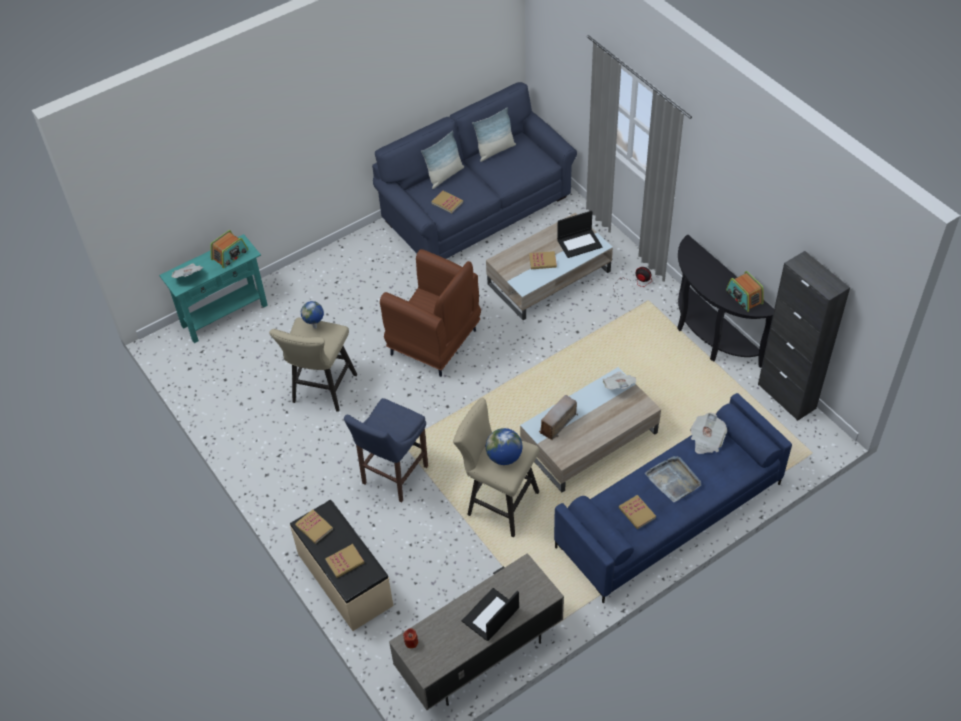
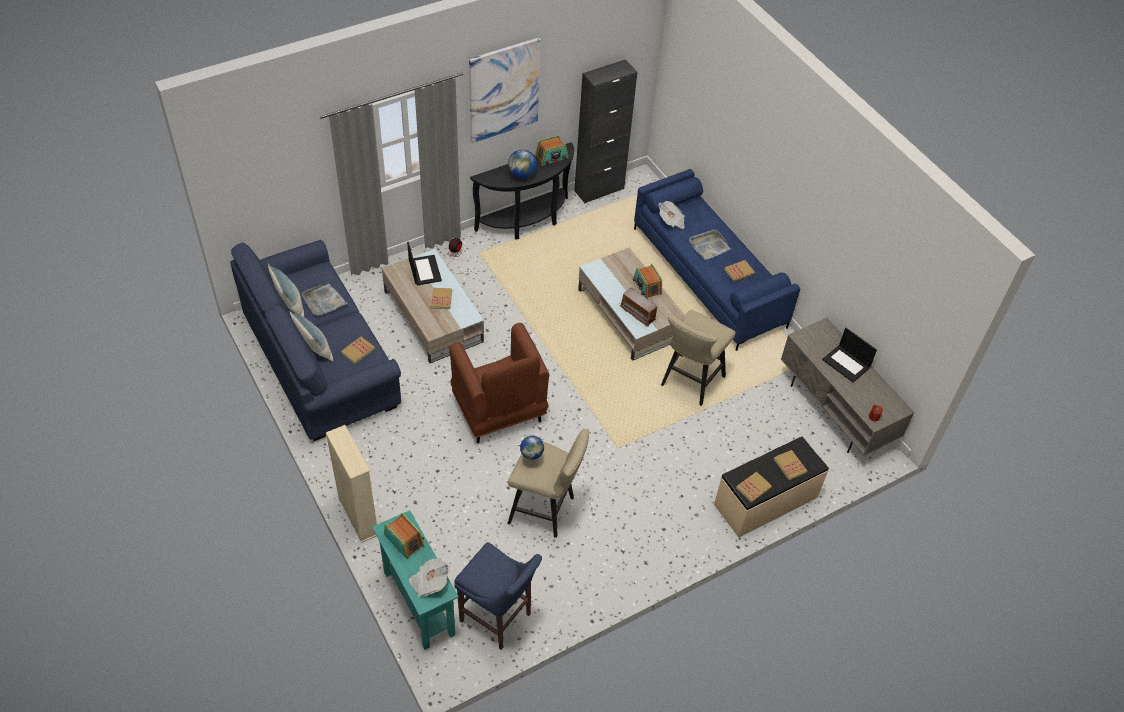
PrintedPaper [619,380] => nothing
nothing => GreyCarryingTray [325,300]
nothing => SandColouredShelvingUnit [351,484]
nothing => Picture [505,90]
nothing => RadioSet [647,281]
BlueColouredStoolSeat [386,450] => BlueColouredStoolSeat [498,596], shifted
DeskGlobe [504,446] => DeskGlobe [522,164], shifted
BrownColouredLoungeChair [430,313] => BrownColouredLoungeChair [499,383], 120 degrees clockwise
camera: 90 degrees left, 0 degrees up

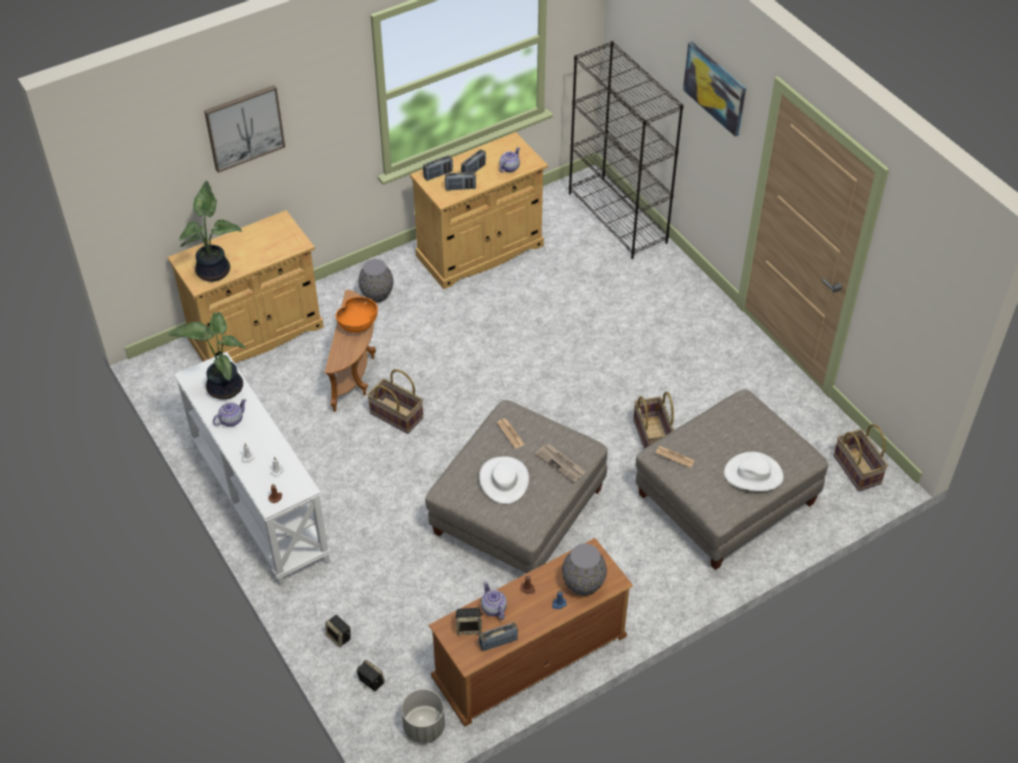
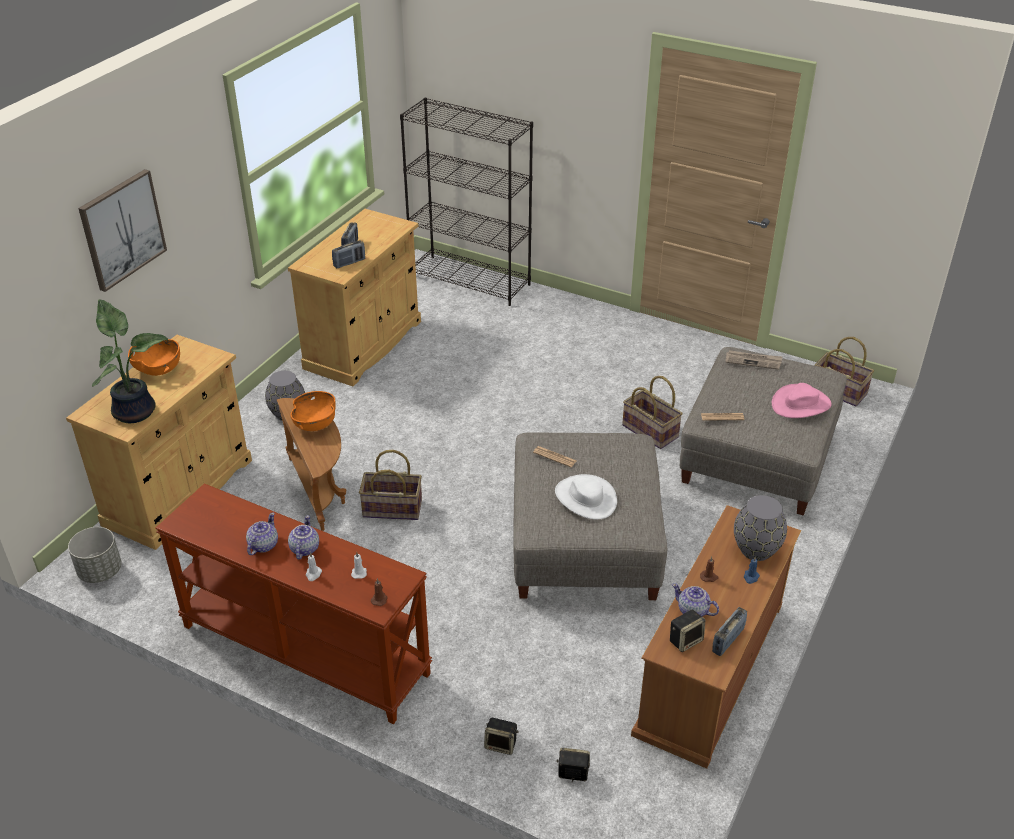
PlantInAPot [207,356] => nothing
RadioSet [438,168] => nothing
Picture [714,89] => nothing
nothing => OrangeDeepDish [154,357]
GreyFlowerPot [423,716] => GreyFlowerPot [95,555], shifted
TeaPot [509,159] => TeaPot [303,537], shifted
PrintedPaper [561,463] => PrintedPaper [754,360], shifted
WhitishHallTable [252,469] => BrownColouredHallTable [293,603]
WhitishHat [754,471] => PinkishHat [801,400]
camera: 30 degrees left, 10 degrees down

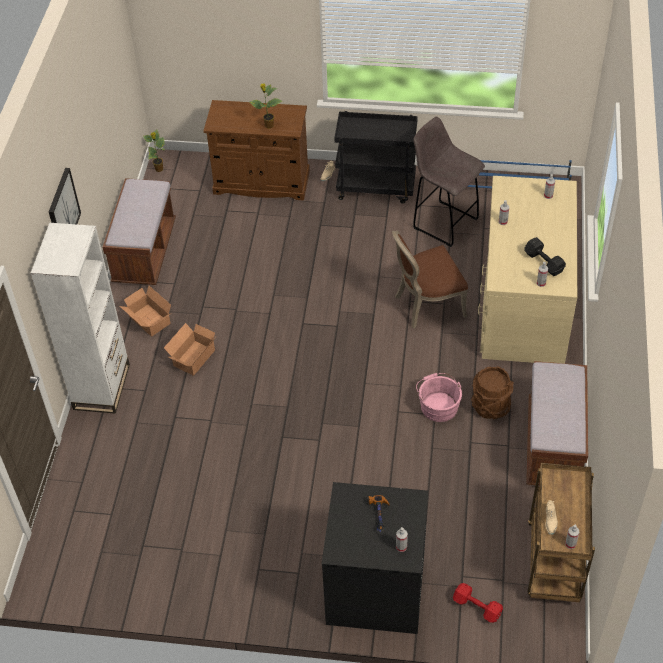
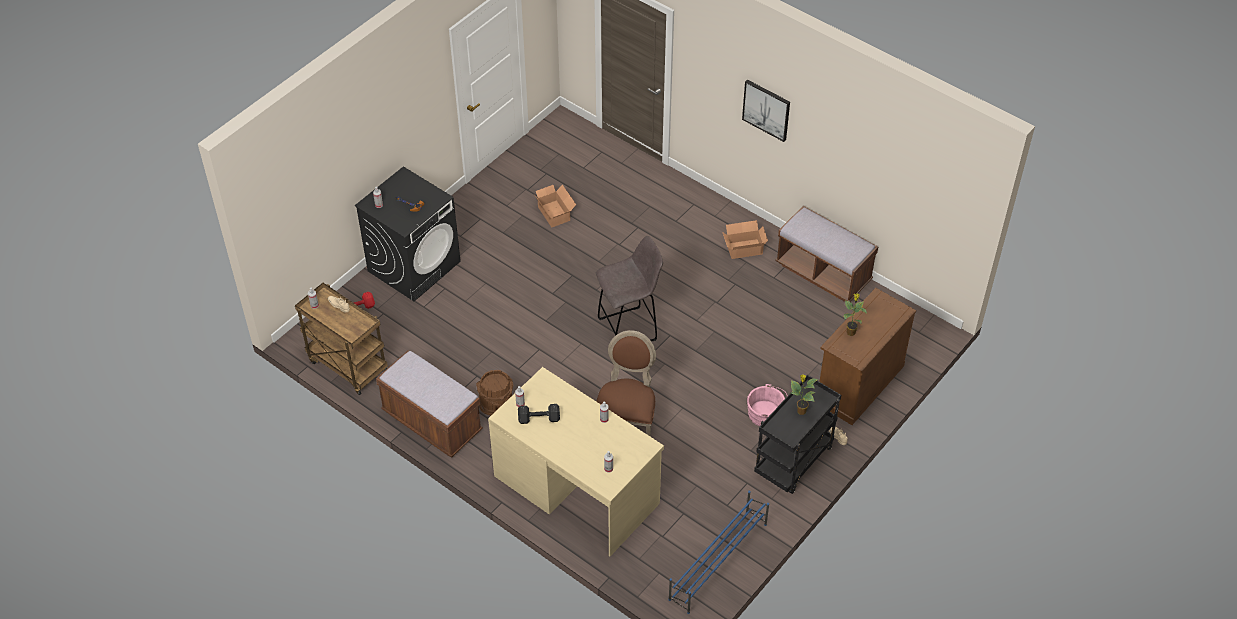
WhitishShelvingUnit [80,318] => nothing
PlantInAPot [154,151] => PlantInAPot [805,394], shifted
CardboardBox [190,349] => CardboardBox [555,206], shifted
GreyStoolSeat [449,182] => GreyStoolSeat [629,289], shifted
PinkishPail [439,397] => PinkishPail [767,405], shifted
camera: 120 degrees right, 0 degrees up

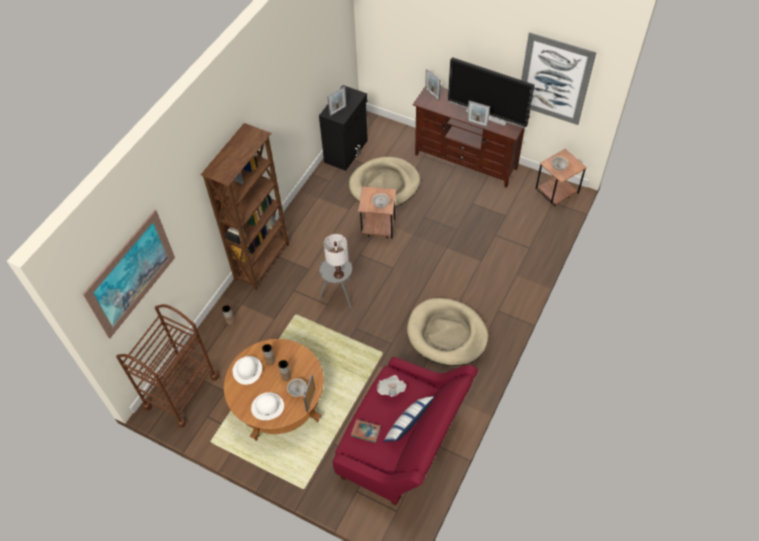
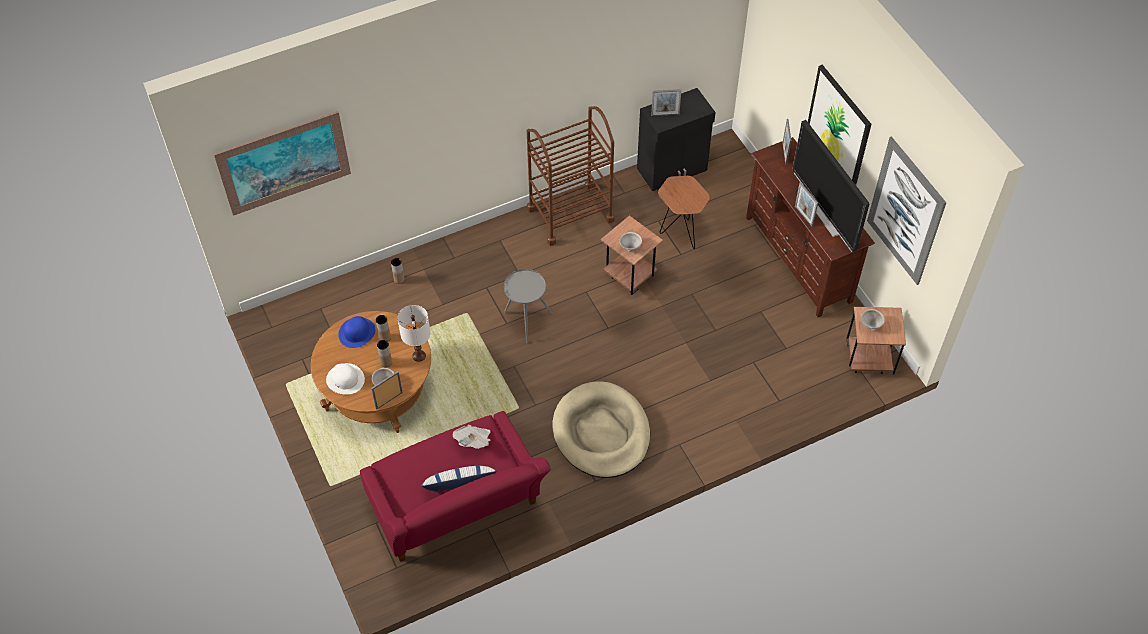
BrownColouredShelvingUnit [245,206] => nothing
Book [366,431] => nothing
nothing => Picture [839,125]
BrownColouredCart [167,366] => BrownColouredCart [571,176], shifted
WhitishLampForATable [336,256] => WhitishLampForATable [414,333], shifted
SandColouredDogBed [384,182] => BrownColouredSideTable [684,212]
WhitishHat [247,370] => BlueColouredHat [356,332]
camera: 35 degrees right, 0 degrees up

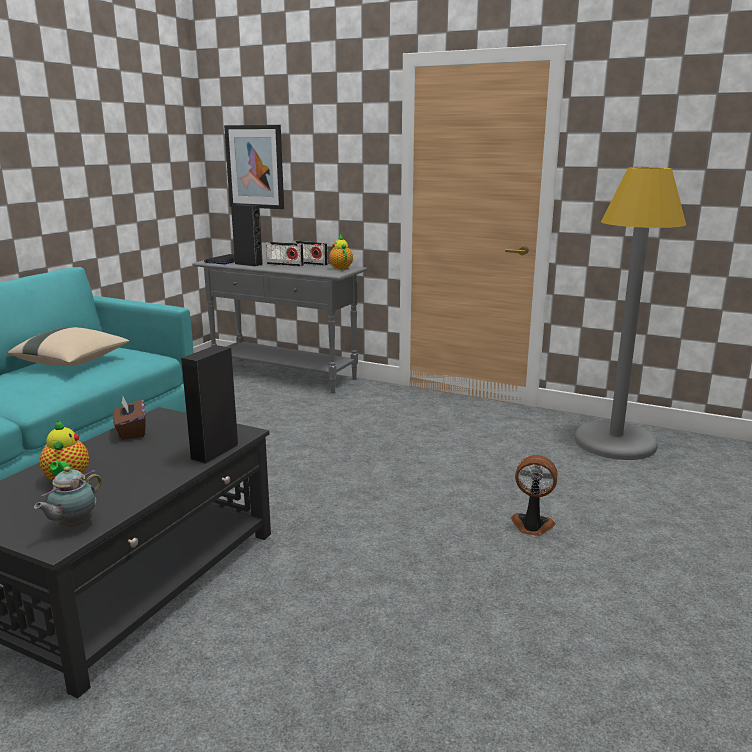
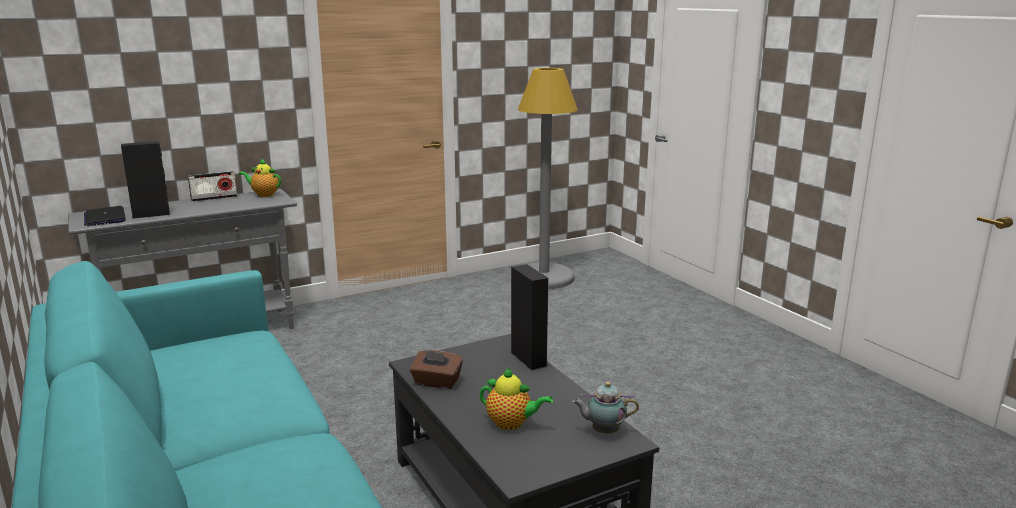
SandColouredPillow [68,346] => nothing
Picture [254,167] => nothing
RadioSet [285,254] => nothing
ElectricFan [534,495] => nothing
TeaPot [68,497] => TeaPot [605,408], 120 degrees clockwise
camera: 55 degrees left, 0 degrees up

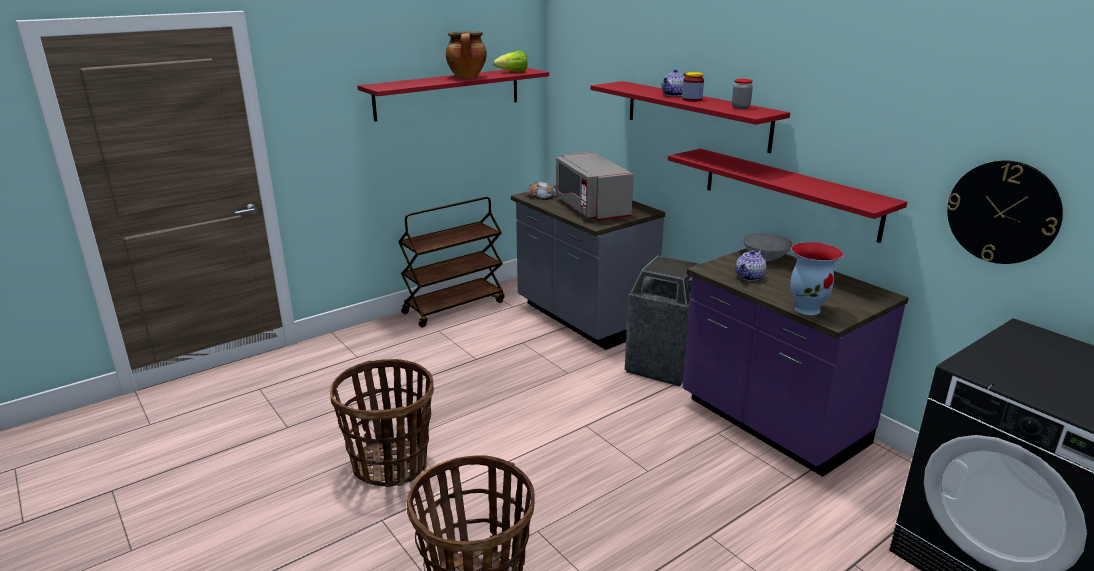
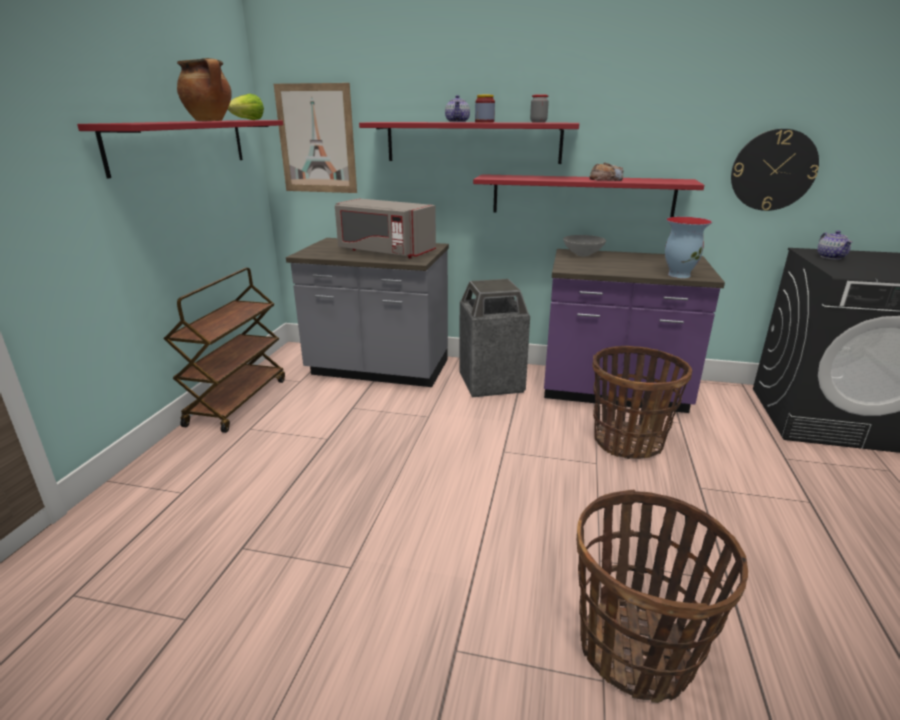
nothing => Picture [315,138]
StorageBasket [382,423] => StorageBasket [642,402], shifted
Bread [541,191] => Bread [606,171], shifted
TeaPot [751,265] => TeaPot [835,245], shifted
camera: 40 degrees left, 0 degrees up

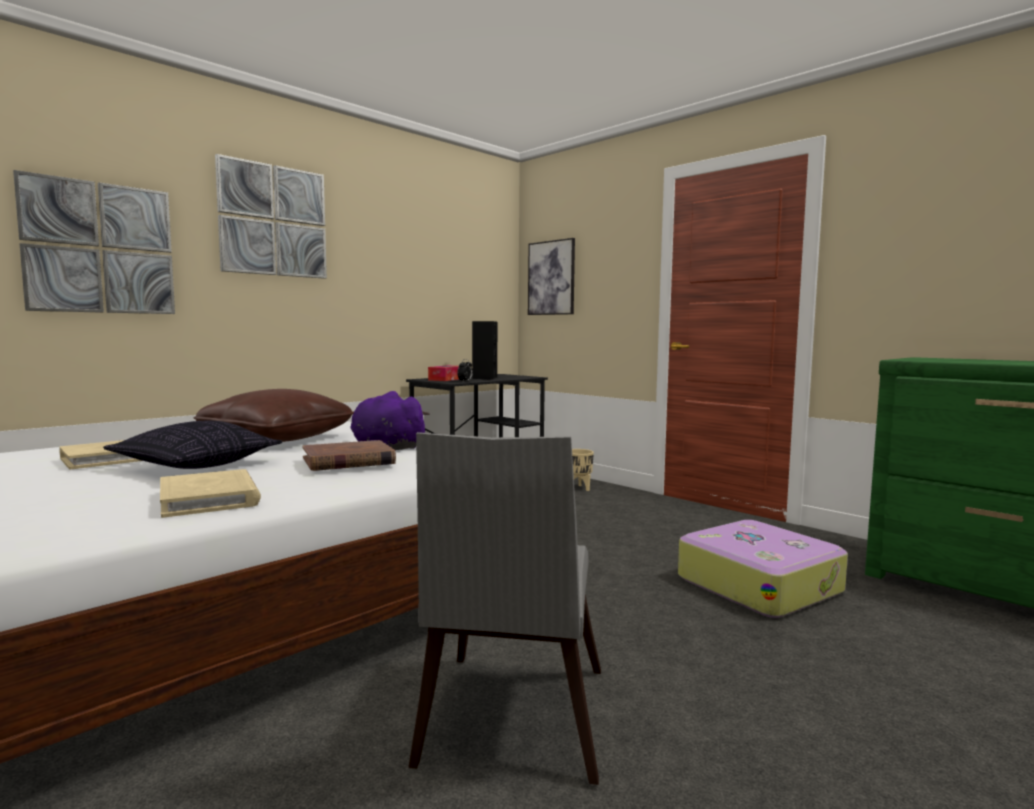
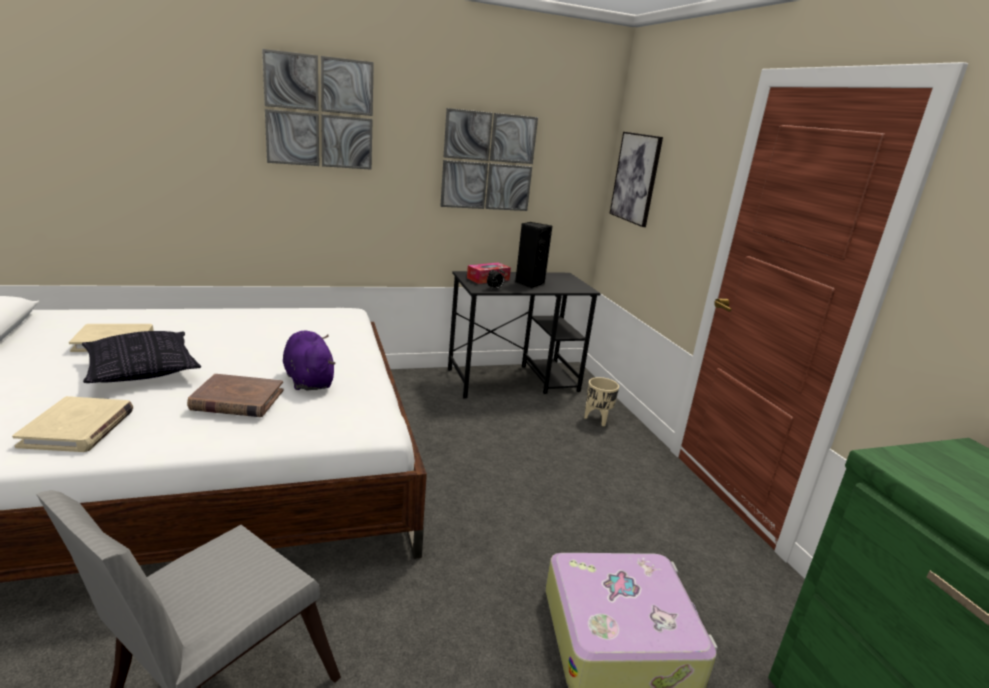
BrownColouredPillow [274,415] => nothing
Picture [94,242] => Picture [489,159], shifted
camera: 25 degrees right, 15 degrees up

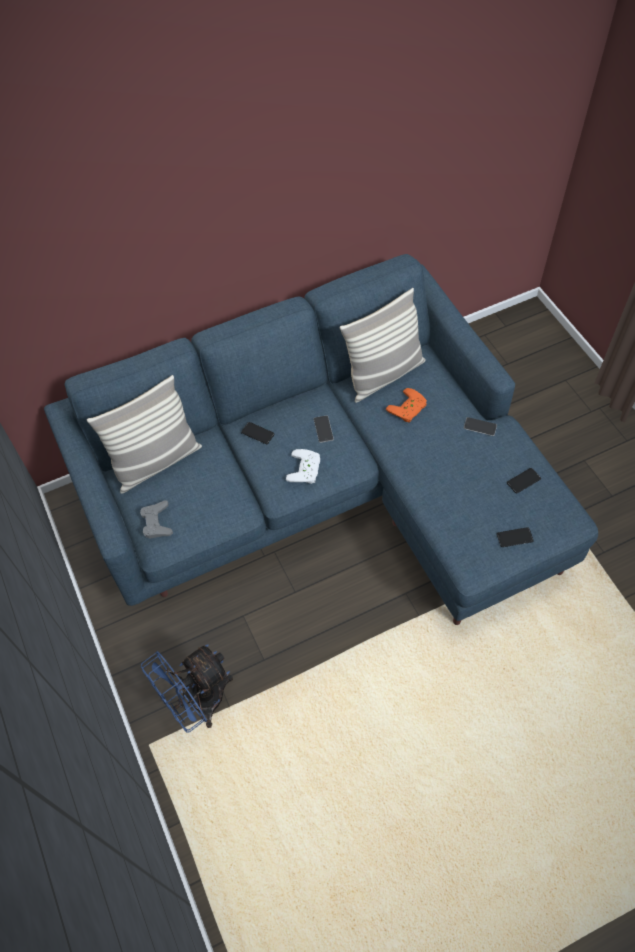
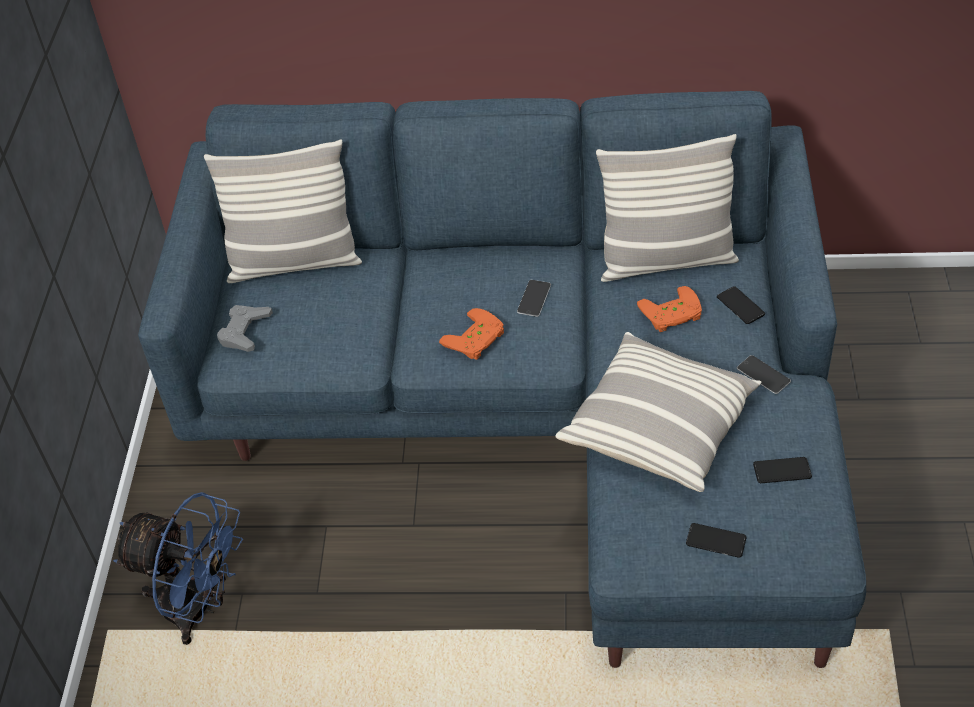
nothing => Pillow [658,412]
Telephone [257,433] => Telephone [741,305], shifted
WhitishGamepad [303,466] => OrangeGamepad [471,334]
BlueColouredElectricFan [187,688] => BlueColouredElectricFan [178,568], 150 degrees counterclockwise
camera: 30 degrees right, 10 degrees down

